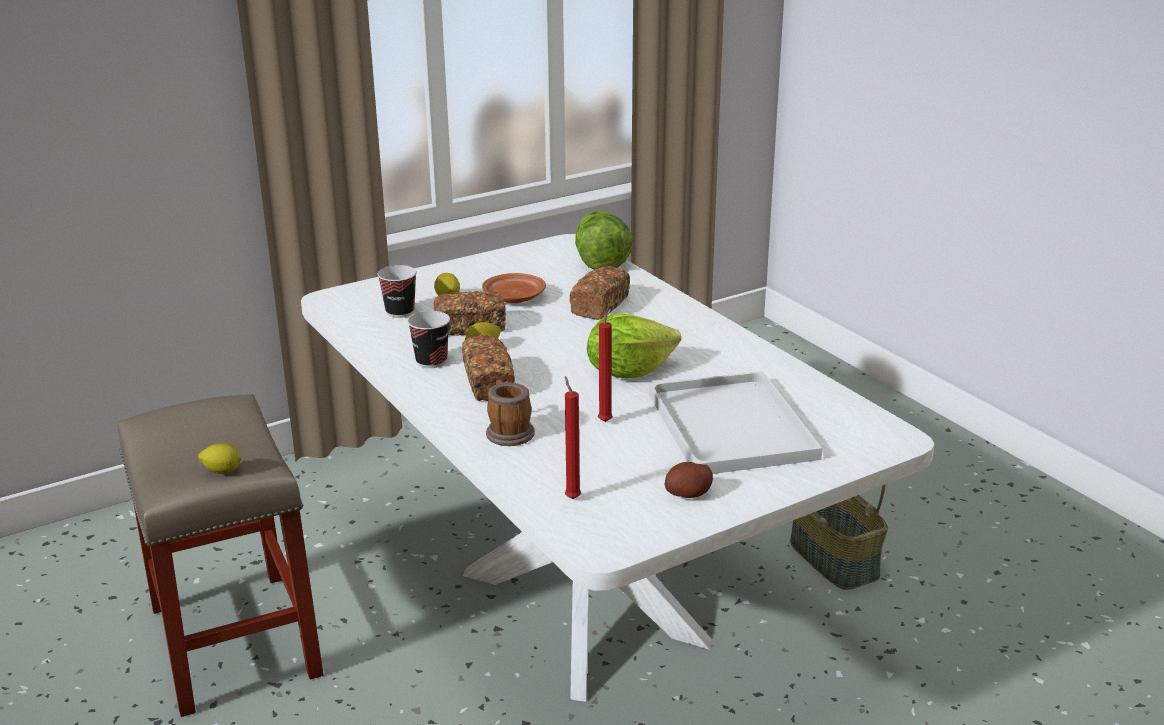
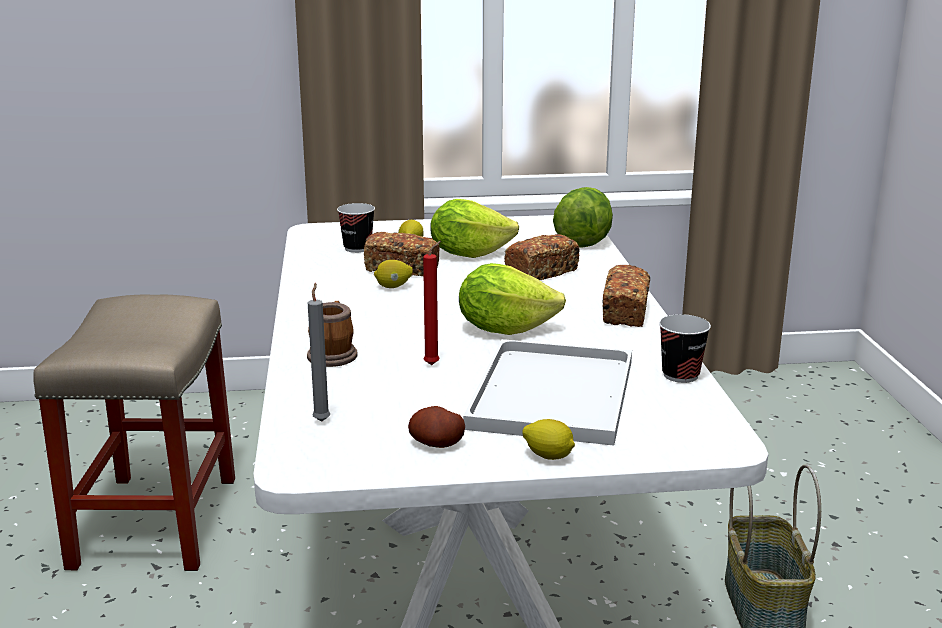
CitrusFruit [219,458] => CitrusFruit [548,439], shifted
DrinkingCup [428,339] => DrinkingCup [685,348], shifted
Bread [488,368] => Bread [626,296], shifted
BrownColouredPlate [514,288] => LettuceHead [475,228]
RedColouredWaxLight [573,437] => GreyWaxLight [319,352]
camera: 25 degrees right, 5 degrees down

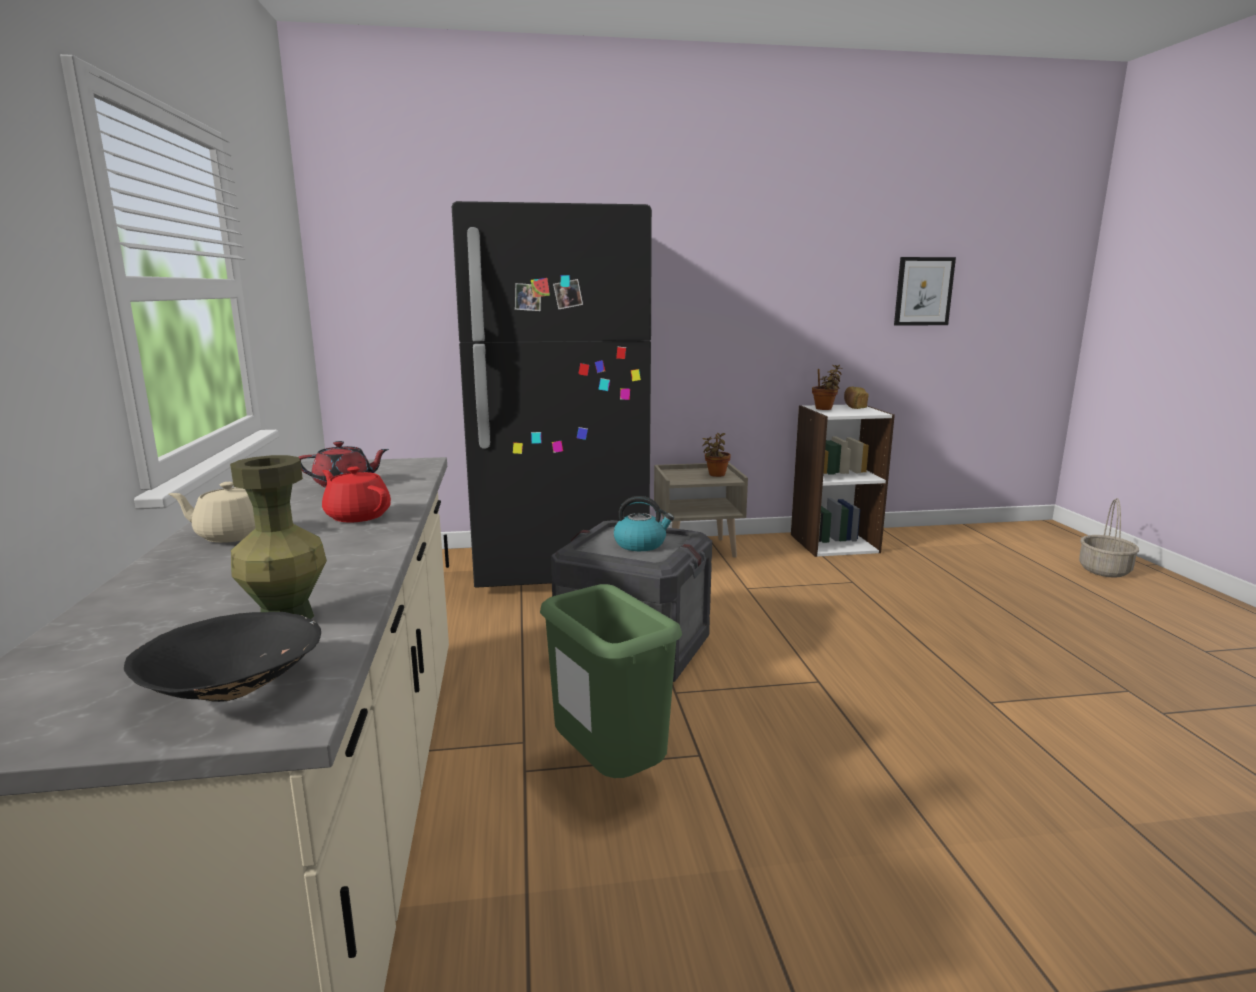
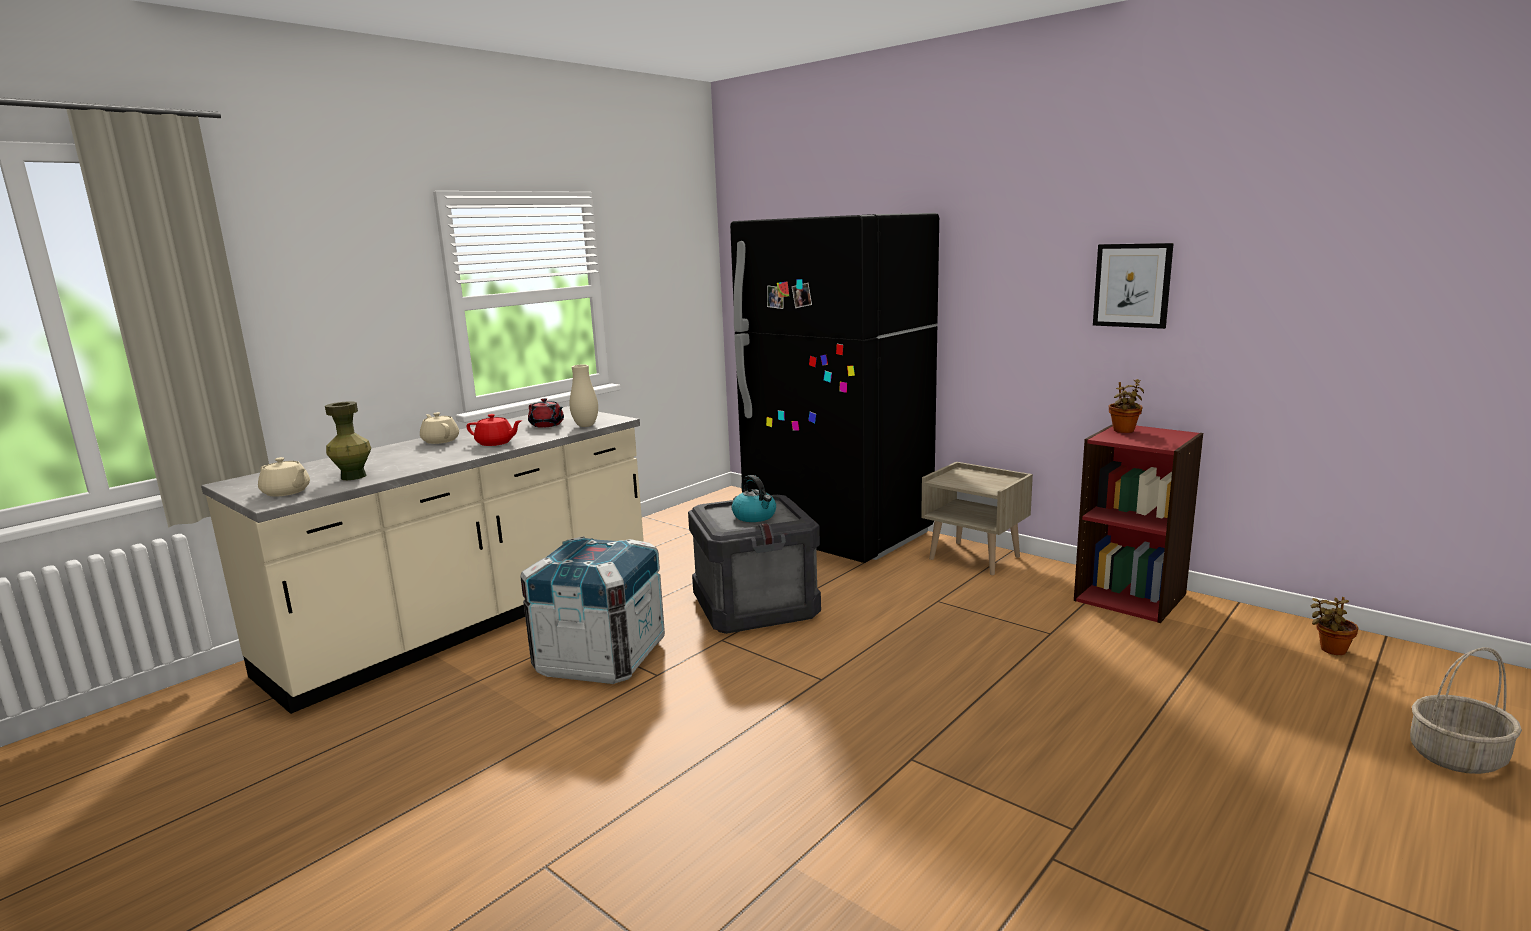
Bread [856,397] => nothing
nothing => SandColouredDecorativeVase [584,396]
PlantInAPot [716,455] => PlantInAPot [1334,626], shifted
Picture [925,291] => Picture [1133,286], shifted
BlackDeepDish [222,657] => SandColouredTeaPot [284,477]
GreenTrashCan [611,681] => PackingCrate [592,610]
WhitishShelvingUnit [843,481] => RedColouredShelvingUnit [1138,523]
RedColouredTeaPot [356,494] => RedColouredTeaPot [494,430], 105 degrees clockwise
camera: 50 degrees right, 0 degrees up

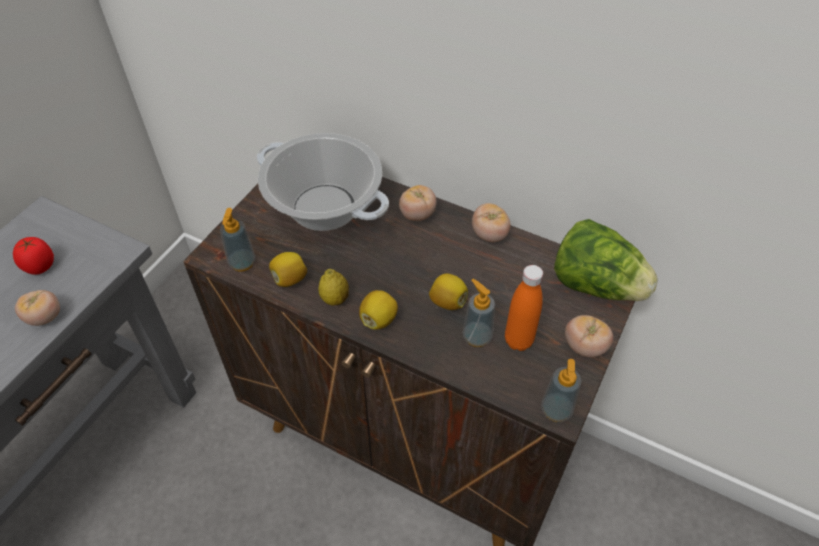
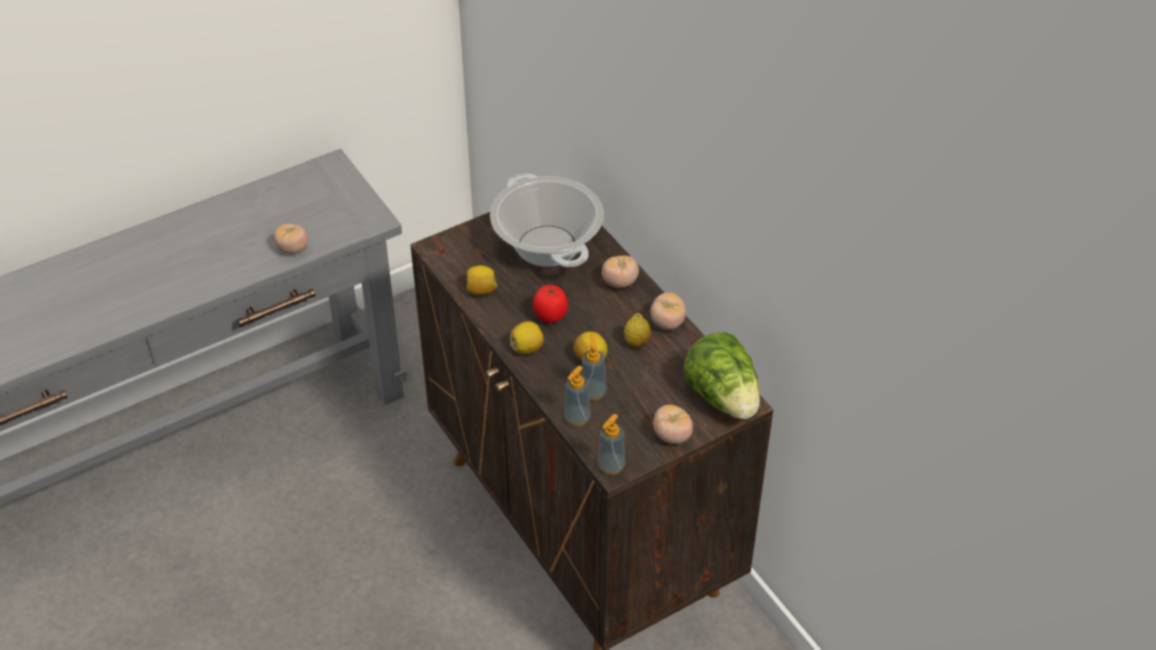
OrangeBottle [524,308] => nothing
WholeTomato [33,256] => WholeTomato [550,304], shifted
SoapDispenser [237,240] => SoapDispenser [577,396], shifted
CitrusFruit [334,287] => CitrusFruit [637,330], shifted
camera: 30 degrees right, 5 degrees down

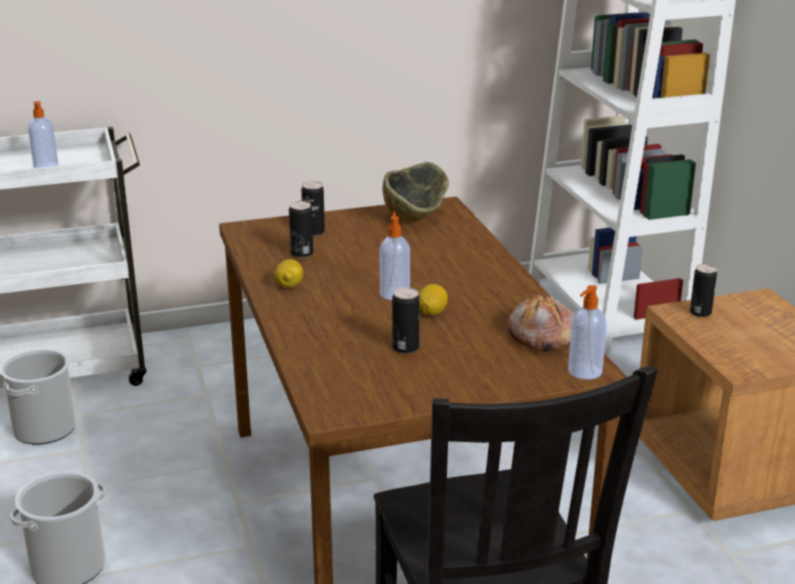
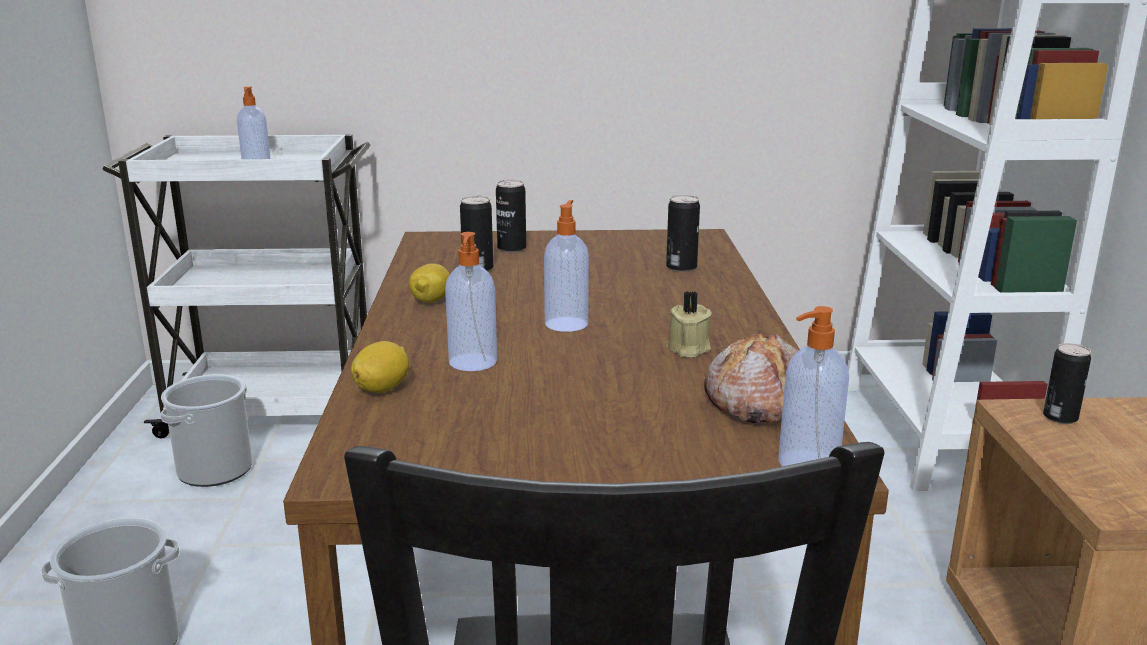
DeepDish [416,191] => nothing
nothing => SoapDispenser [471,301]
nothing => SandColouredWaxLight [689,324]
SealedCan [406,320] => SealedCan [683,233], shifted
CitrusFruit [433,299] => CitrusFruit [380,367], shifted
camera: 15 degrees right, 5 degrees down

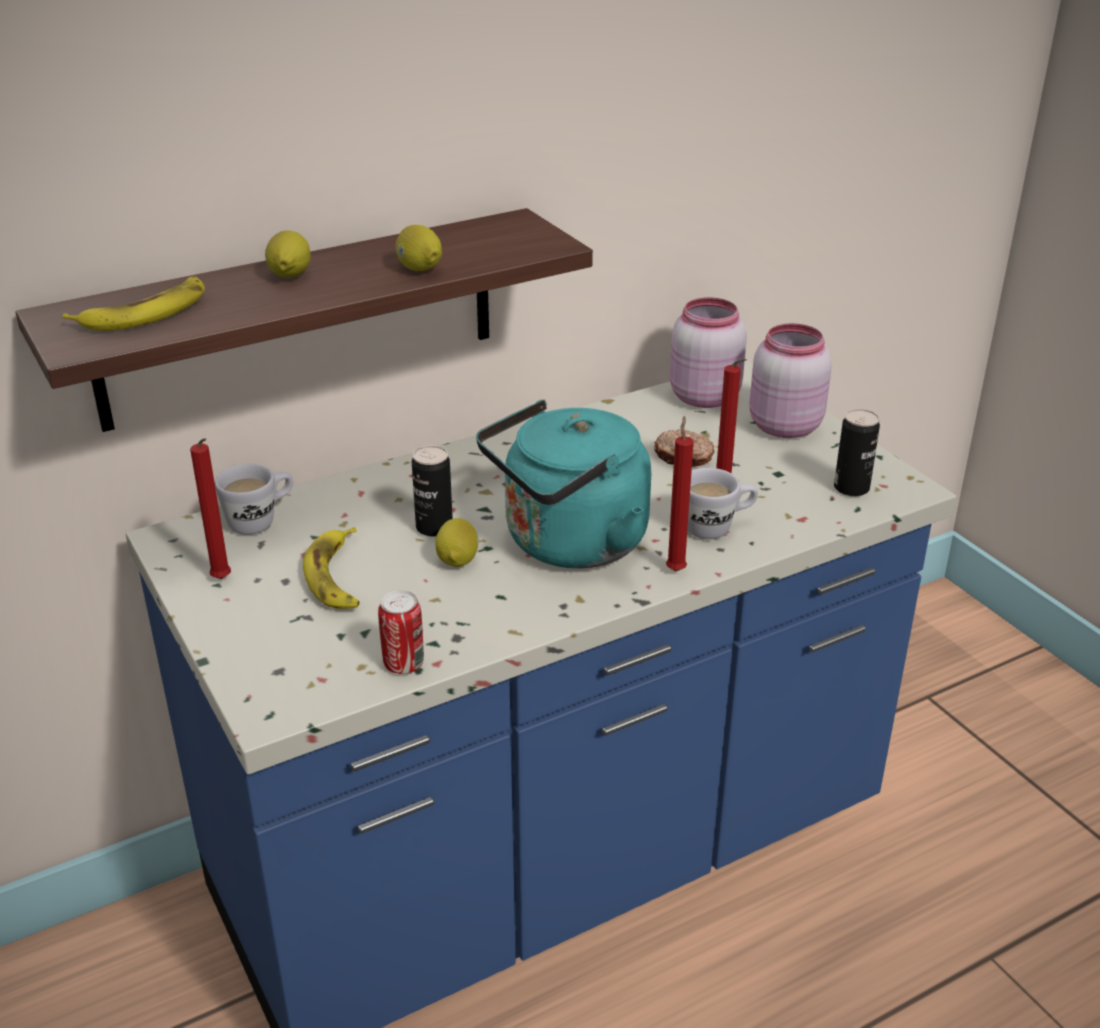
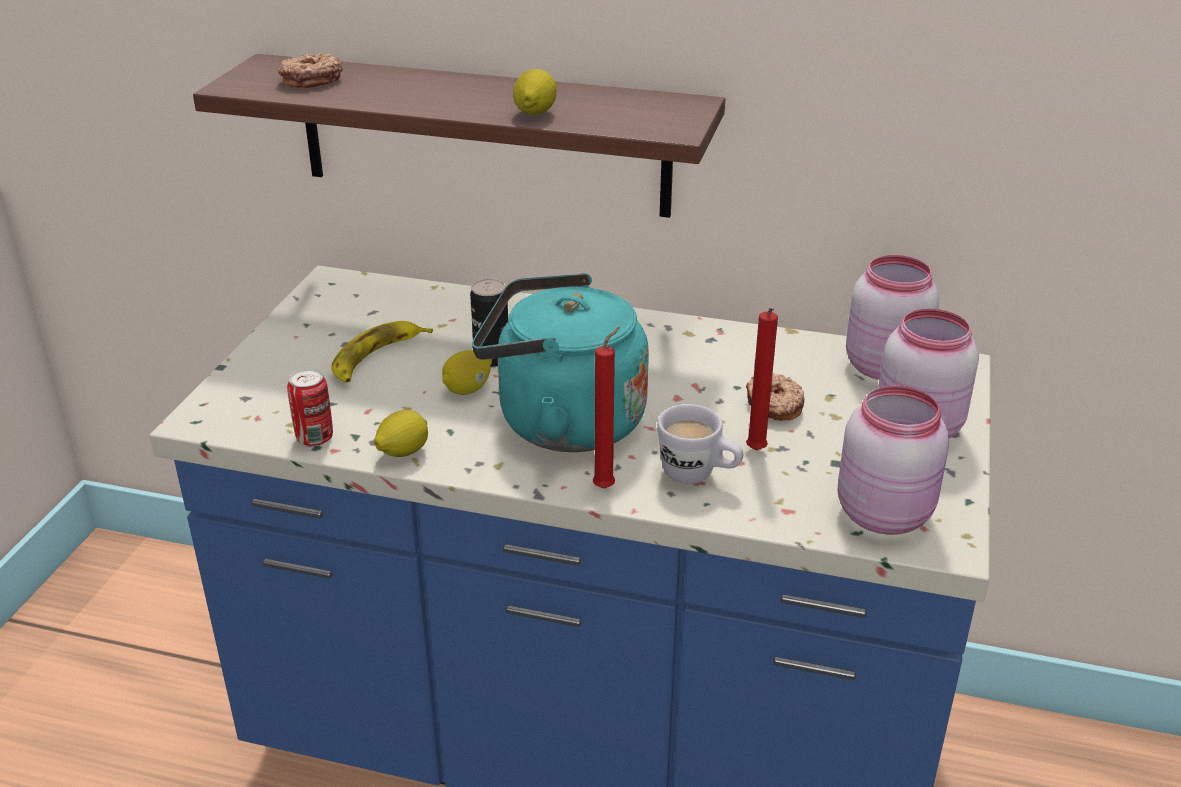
RedColouredWaxLight [210,508] => nothing
WhitishCoffeeMug [254,499] => nothing
CitrusFruit [288,254] => CitrusFruit [401,433], shifted
BananaFruit [134,303] => RingDoughnut [310,70]
SealedCan [857,453] => PinkishJar [893,460]
camera: 45 degrees right, 0 degrees up

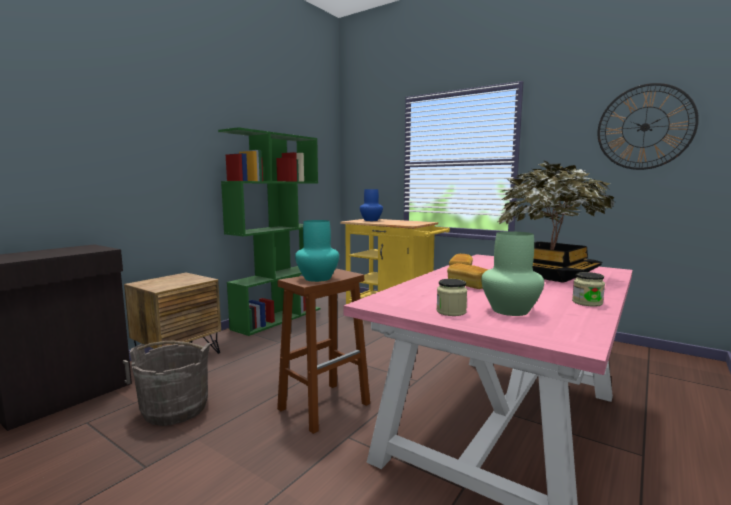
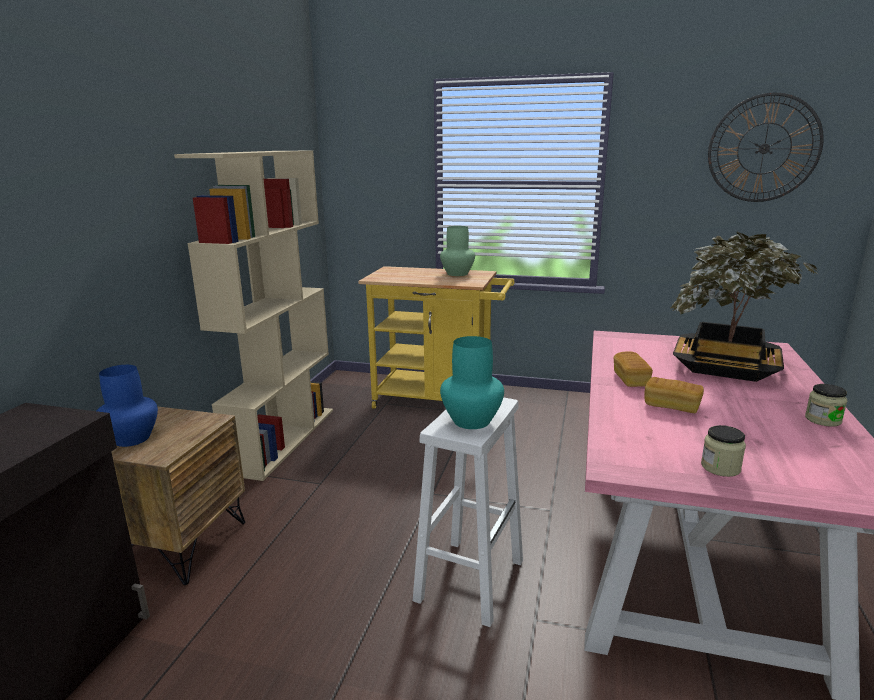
GreyPail [170,383] => nothing
BlueColouredDecorativeVase [371,205] => BlueColouredDecorativeVase [127,406], shifted
GreenDecorativeVase [512,273] => GreenDecorativeVase [457,251], shifted
GreenShelvingUnit [269,231] => SandColouredShelvingUnit [253,316]
BrownColouredStoolSeat [323,351] => WhitishStoolSeat [468,512]
camera: 20 degrees left, 10 degrees up

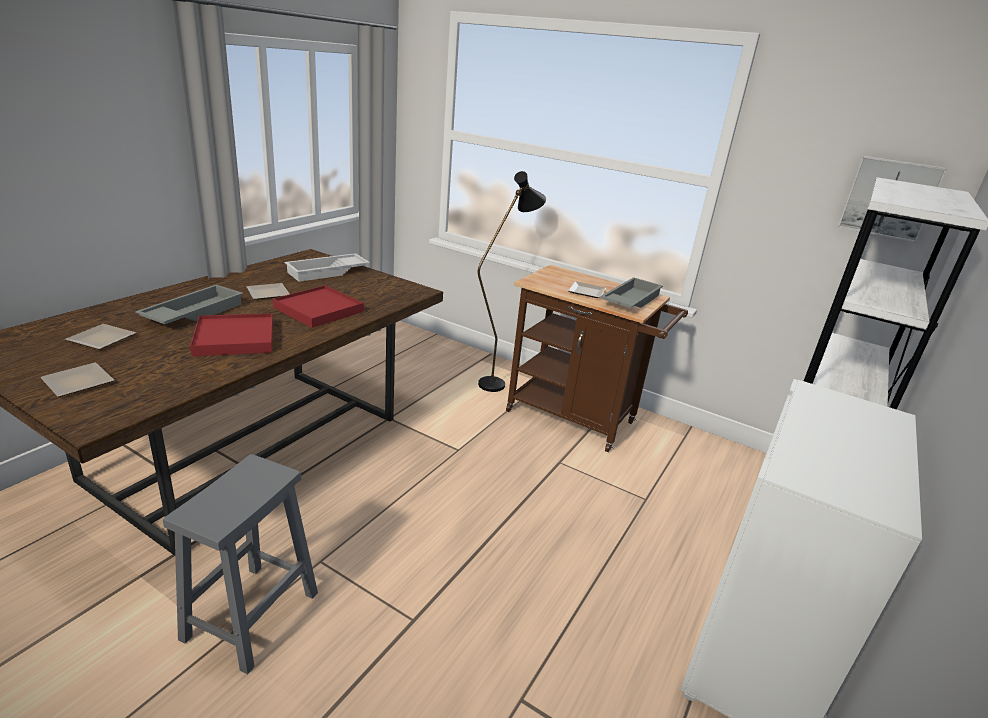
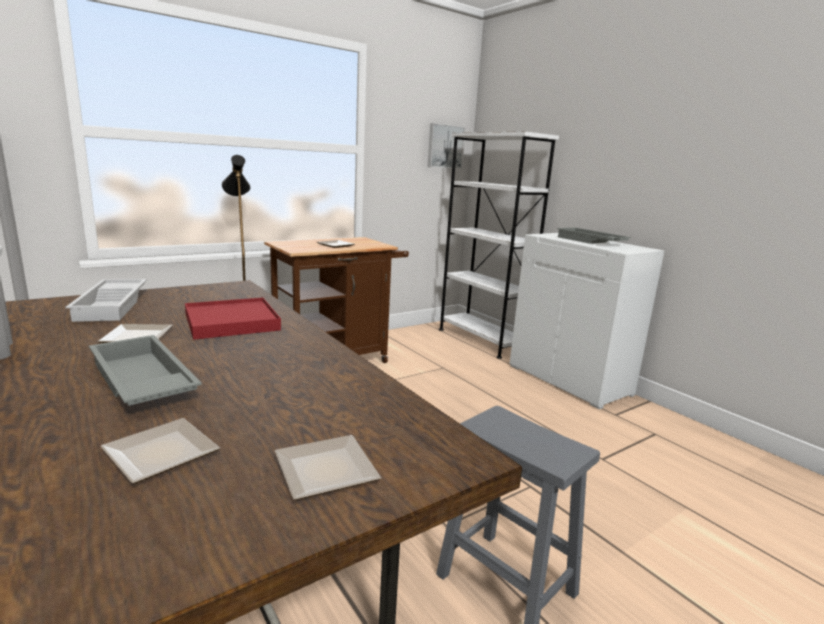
RedColouredCarryingTray [231,334] => nothing
GreyCarryingTray [632,292] => GreyCarryingTray [594,236], shifted
camera: 65 degrees left, 10 degrees down

